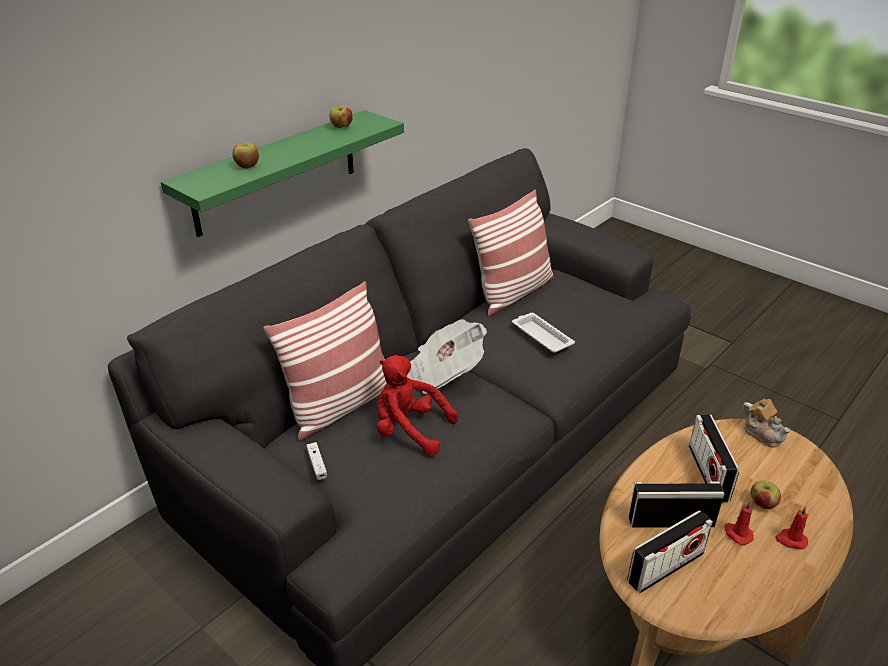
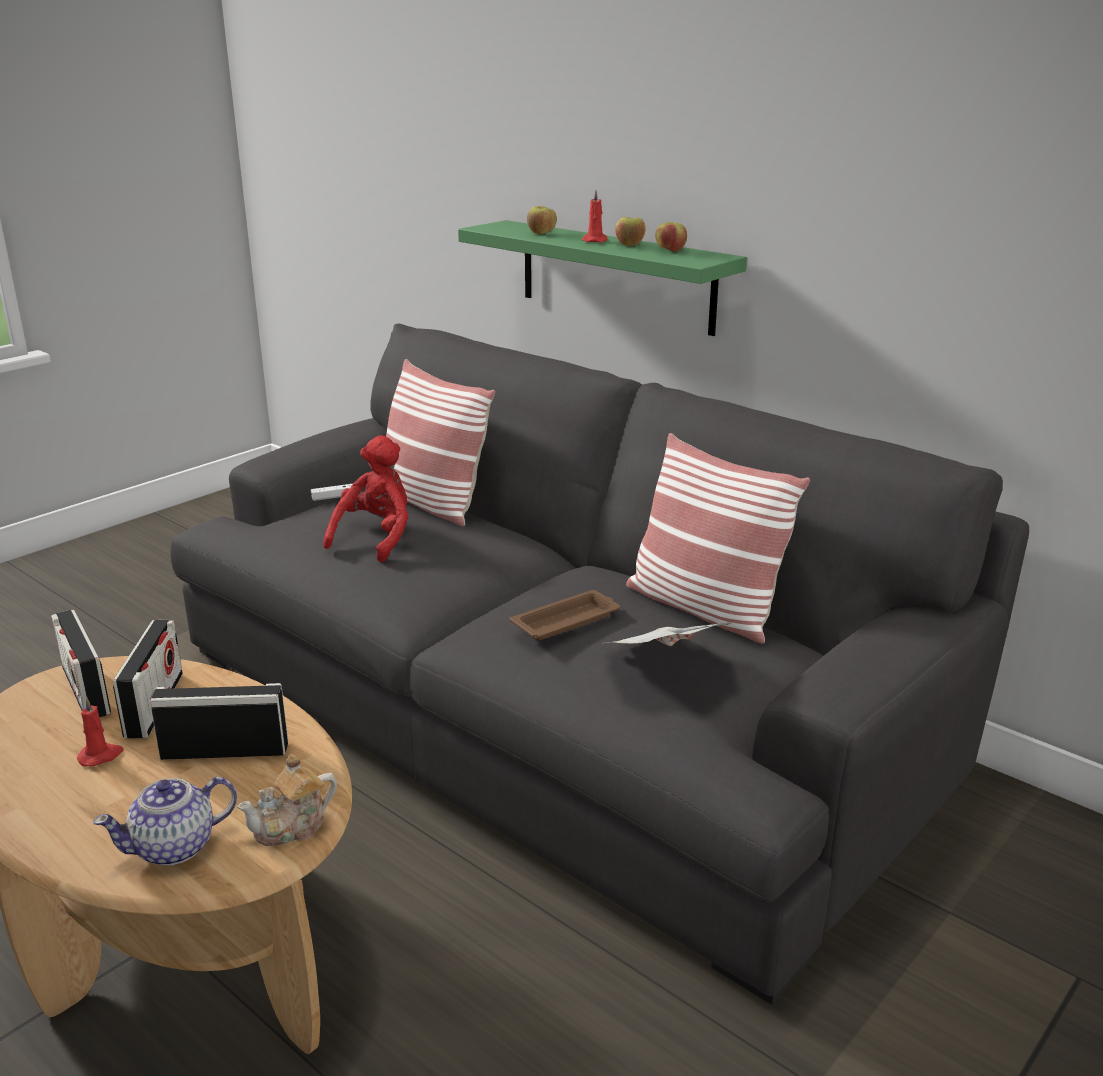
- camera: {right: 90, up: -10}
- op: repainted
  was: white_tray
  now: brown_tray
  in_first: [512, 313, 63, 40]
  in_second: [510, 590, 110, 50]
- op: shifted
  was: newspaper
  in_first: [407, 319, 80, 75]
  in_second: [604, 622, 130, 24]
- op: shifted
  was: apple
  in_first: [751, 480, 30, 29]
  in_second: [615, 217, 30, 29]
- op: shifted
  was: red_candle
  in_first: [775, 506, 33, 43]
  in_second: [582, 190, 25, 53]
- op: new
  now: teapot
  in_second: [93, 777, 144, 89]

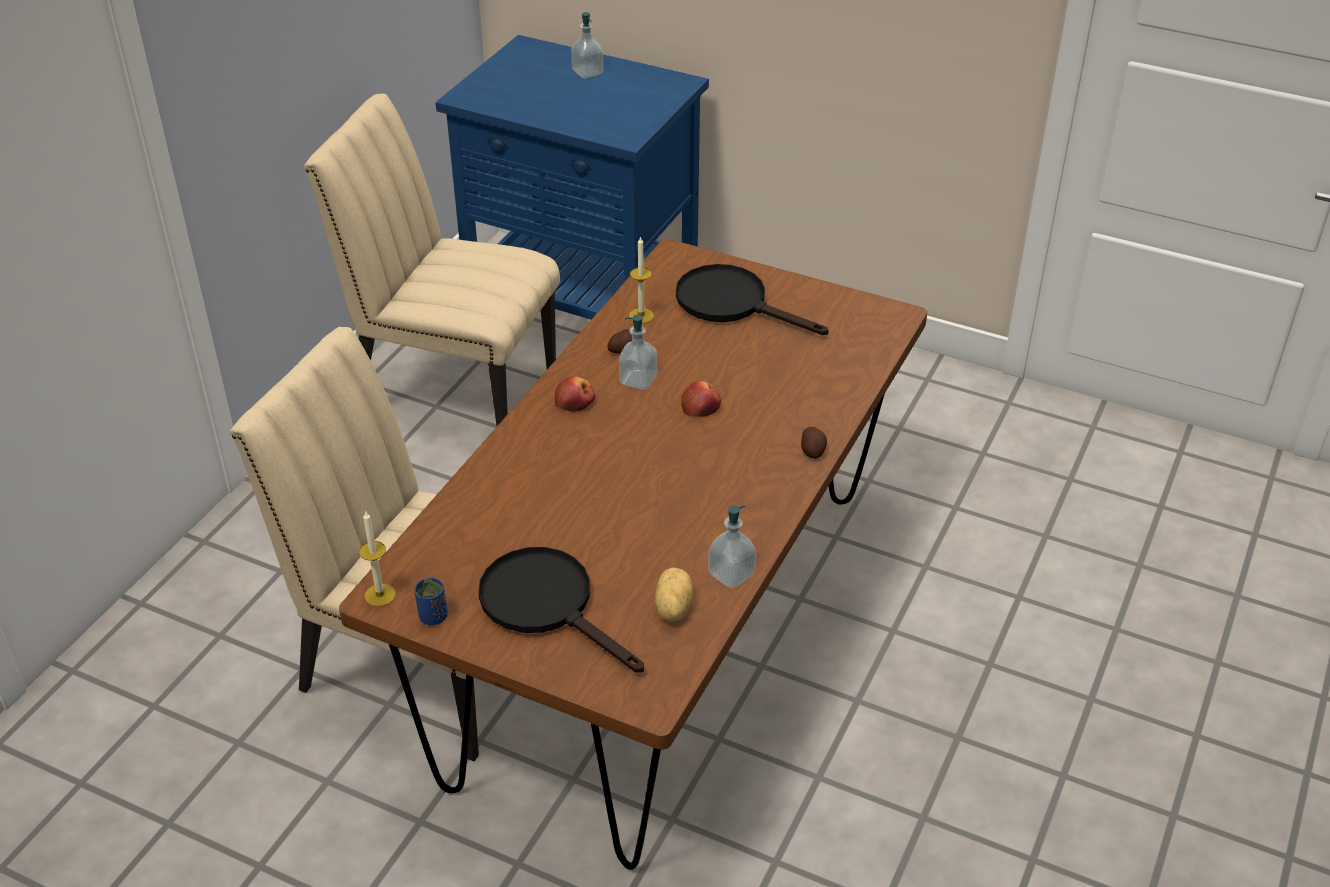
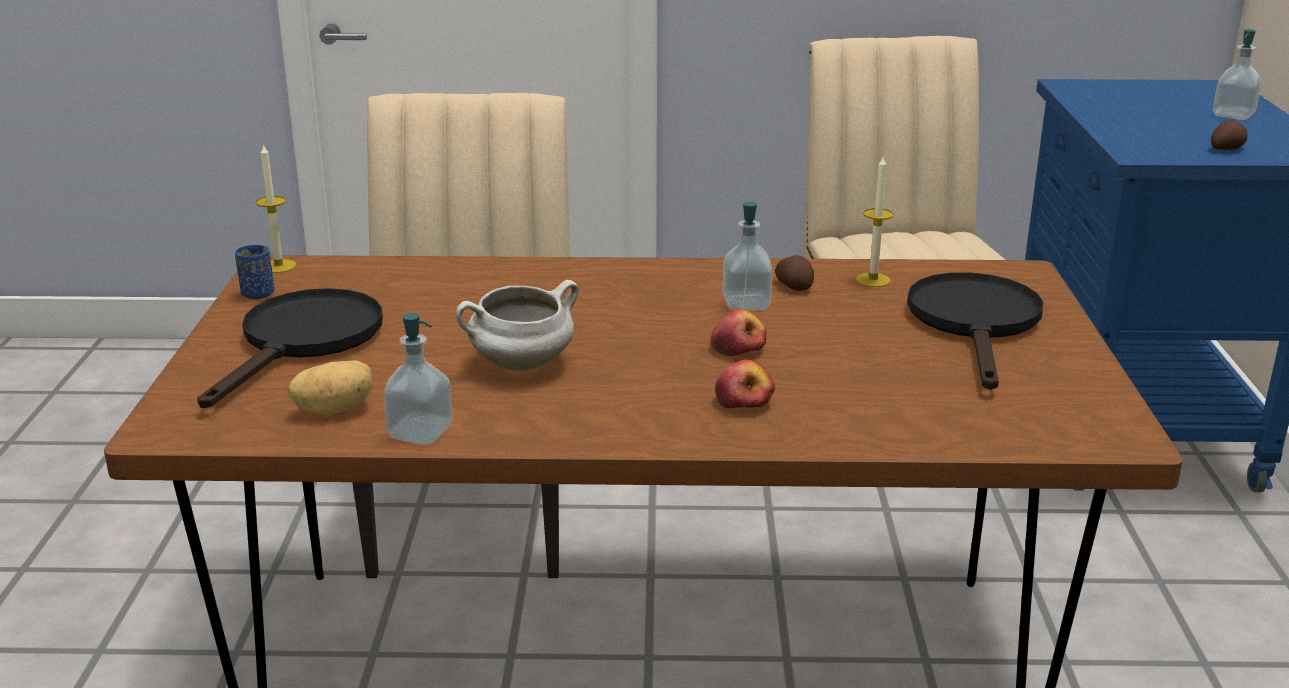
- camera: {right: 65, up: -15}
- op: shifted
  was: apple
  in_first: [555, 376, 40, 36]
  in_second: [715, 360, 60, 48]
- op: shifted
  was: potato
  in_first: [801, 427, 26, 32]
  in_second: [1211, 120, 37, 30]
- op: new
  now: white_cooking_pot
  in_second: [456, 280, 123, 91]

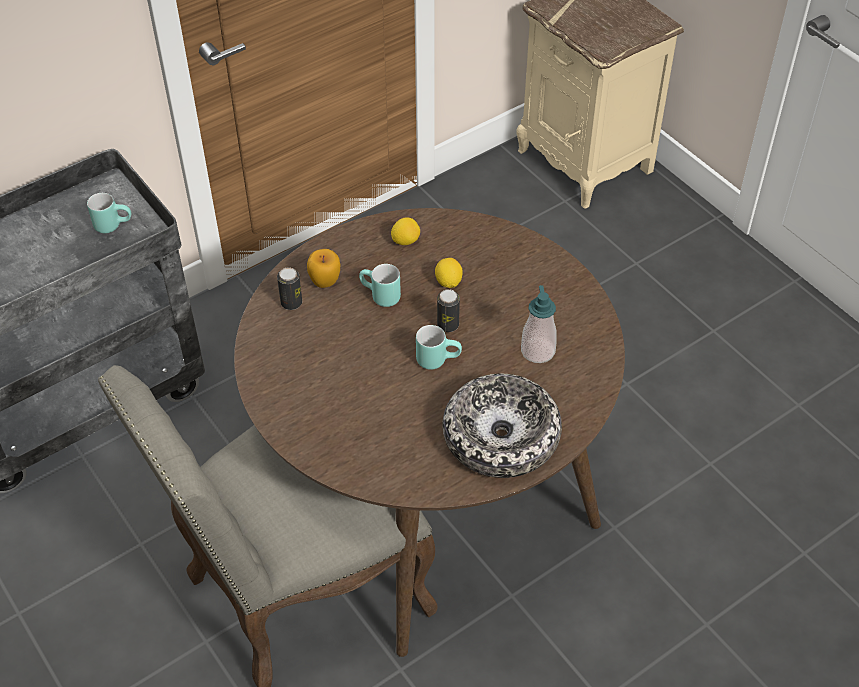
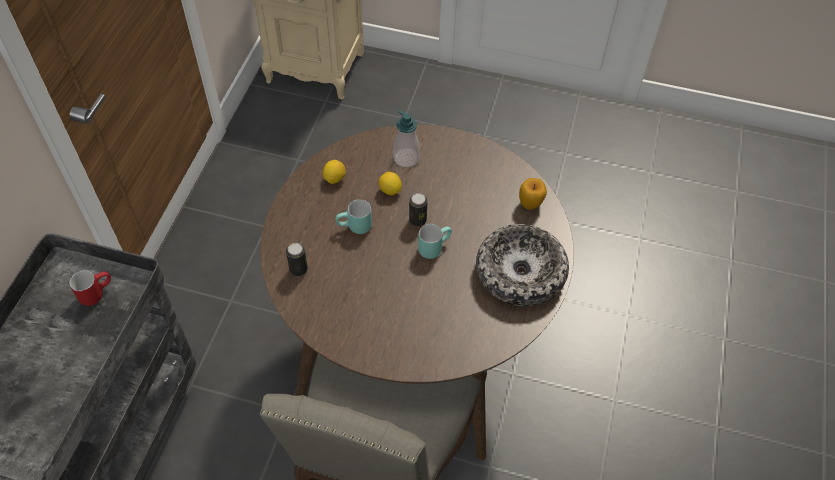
- camera: {right: -40, up: 5}
- op: repainted
  was: turquoise_mug
  now: red_mug
  in_first: [87, 193, 44, 40]
  in_second: [70, 270, 41, 36]
- op: shifted
  was: apple
  in_first: [307, 249, 33, 39]
  in_second: [519, 178, 28, 32]
- op: shifted
  was: soap_dispenser
  in_first: [521, 285, 36, 78]
  in_second: [393, 110, 27, 57]

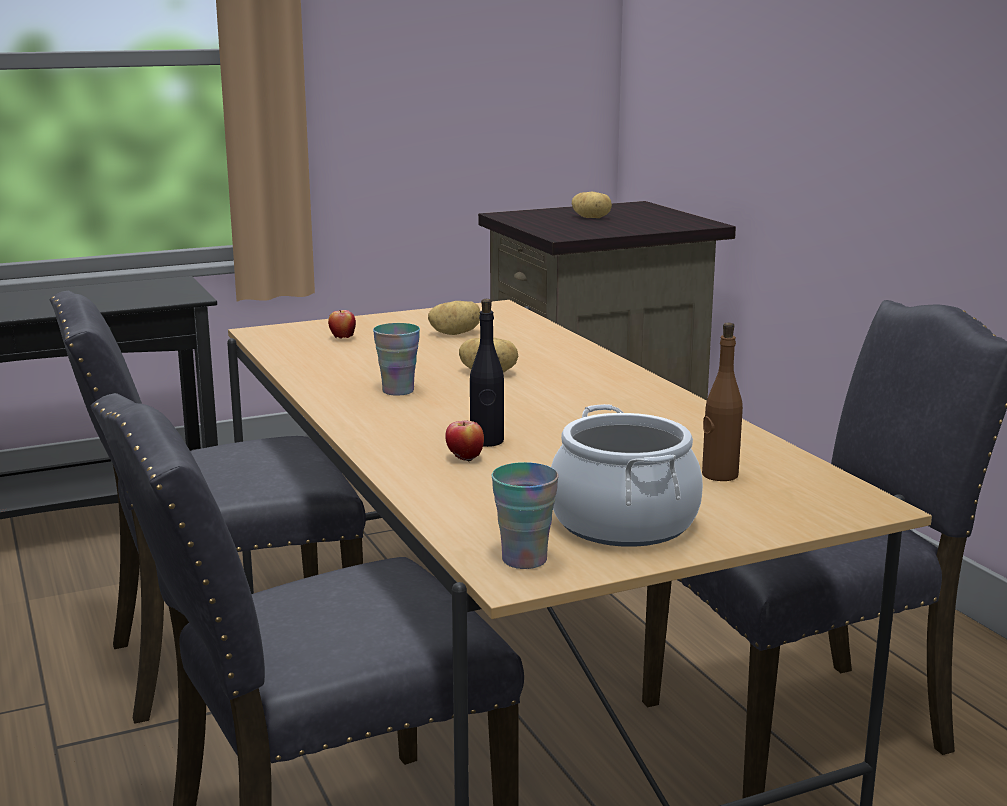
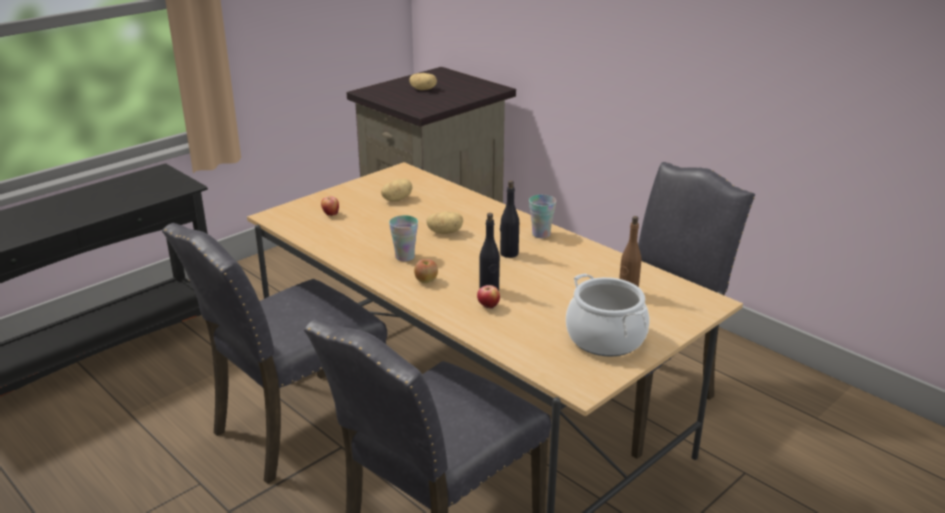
- camera: {right: -20, up: 10}
- op: shifted
  was: cup
  in_first: [492, 462, 67, 107]
  in_second: [529, 195, 27, 43]
- op: new
  now: black_bottle
  in_second: [500, 181, 19, 77]
- op: new
  now: apple
  in_second: [414, 259, 24, 24]

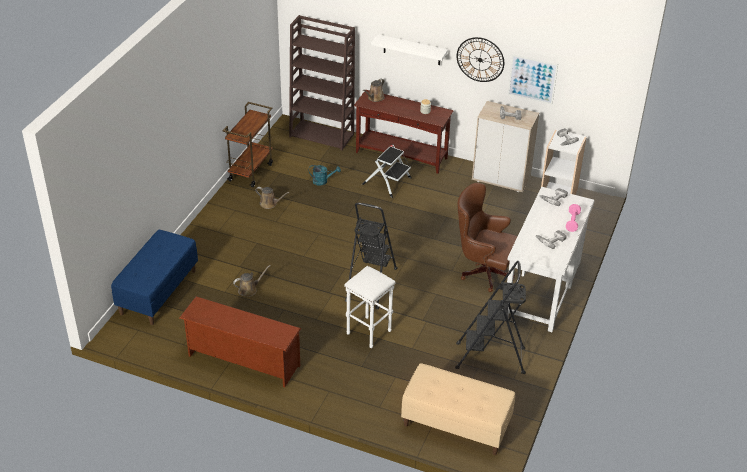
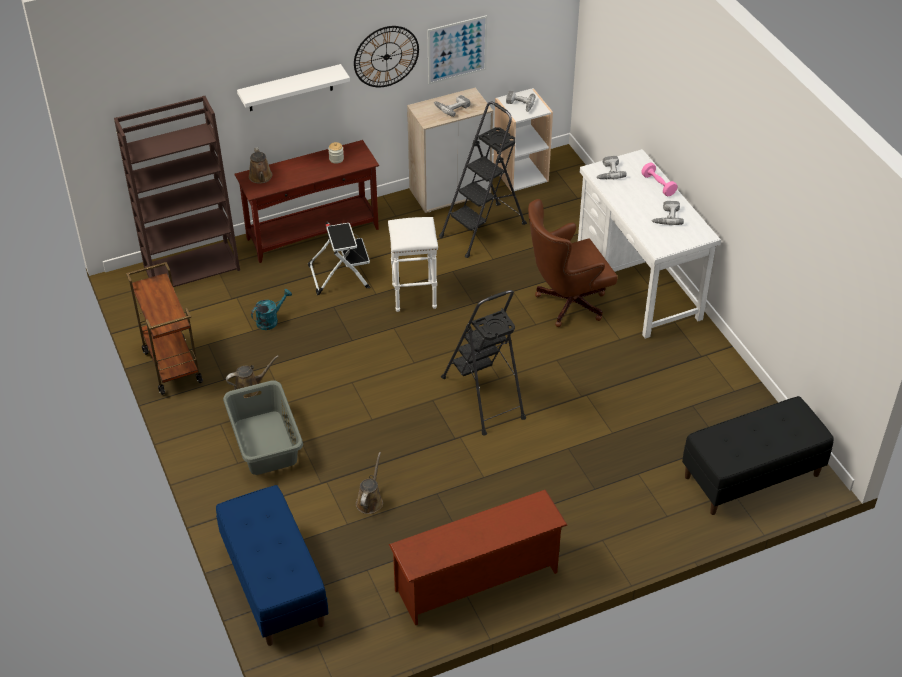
- camera: {right: -45, up: 5}
- op: shifted
  was: step_ladder
  in_first: [455, 261, 71, 113]
  in_second: [439, 102, 88, 156]
- op: shifted
  was: white_stool
  in_first: [344, 266, 52, 82]
  in_second: [388, 217, 50, 95]
- op: repainted
  was: beige_bench
  now: black_bench
  in_first: [401, 363, 114, 92]
  in_second: [682, 396, 152, 119]
- op: new
  now: grey_laundry_basket
  in_second: [223, 380, 80, 95]

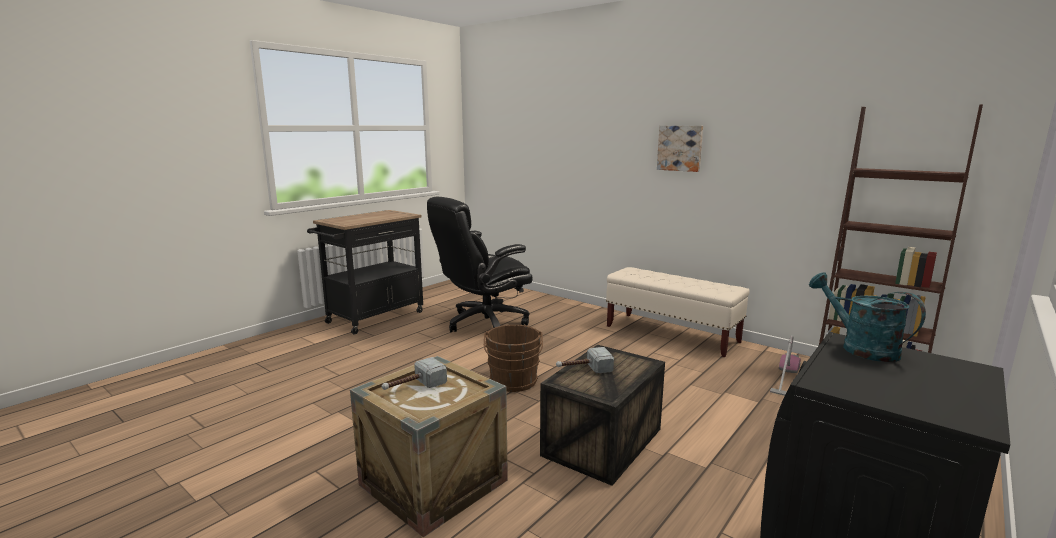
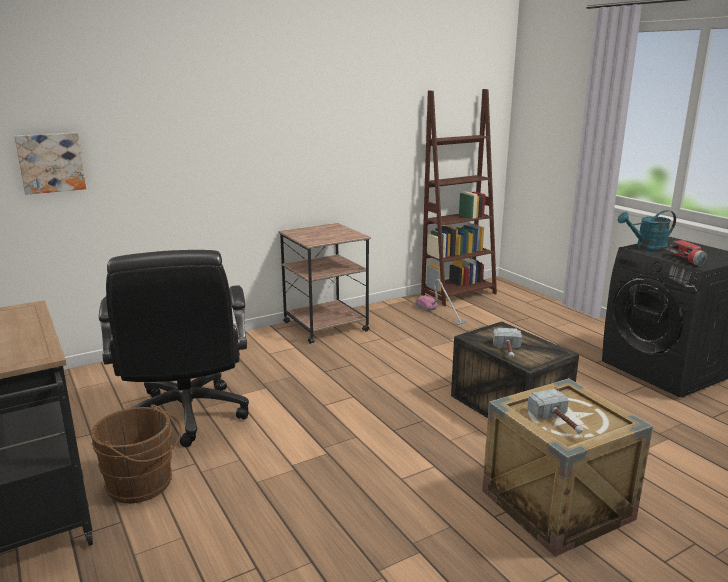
- camera: {right: -70, up: 5}
- op: shifted
  was: picture
  in_first: [657, 126, 46, 46]
  in_second: [14, 133, 72, 62]
- op: swapped
  was: beige_bench
  now: brown_cart
  in_first: [606, 267, 144, 90]
  in_second: [278, 223, 93, 121]
- op: shifted
  was: brown_bucket
  in_first: [484, 325, 59, 67]
  in_second: [91, 404, 91, 99]
- op: new
  now: flashlight
  in_second: [665, 240, 42, 26]

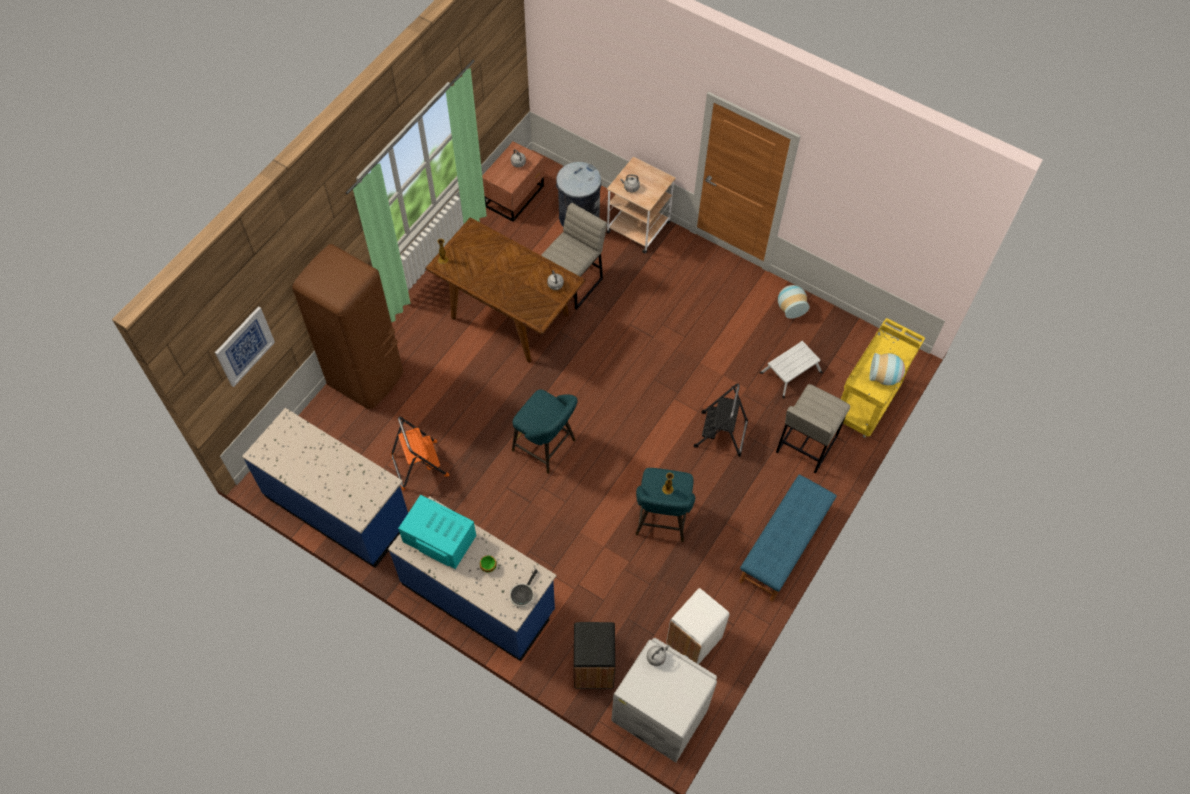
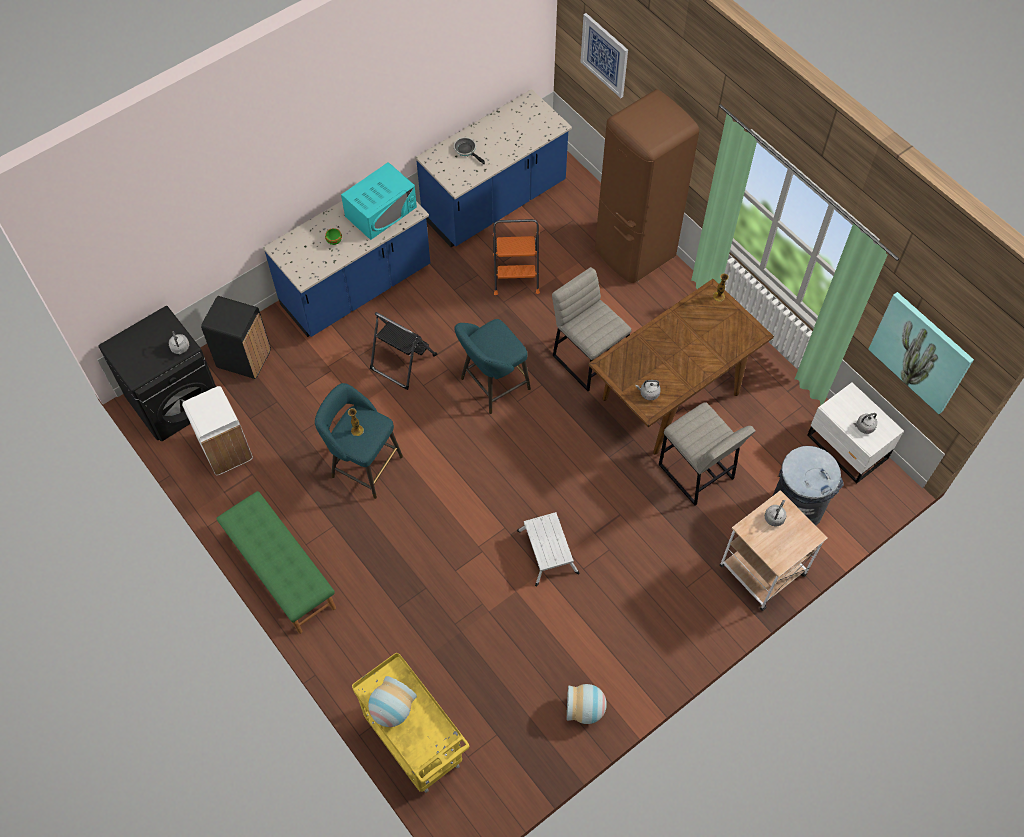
- camera: {right: 110, up: 0}
- op: repainted
  was: brown_nightstand
  now: white_nightstand
  in_first: [482, 141, 63, 81]
  in_second: [807, 382, 97, 102]
- op: shifted
  was: white_step_ladder
  in_first: [760, 341, 62, 58]
  in_second: [517, 512, 63, 74]
- op: shifted
  was: black_step_ladder
  in_first: [694, 383, 54, 74]
  in_second: [370, 312, 67, 78]
- op: shifted
  was: grey_chair
  in_first: [776, 384, 74, 90]
  in_second: [552, 267, 79, 124]
- op: repainted
  was: blue_bench
  now: green_bench
  in_first: [739, 474, 98, 127]
  in_second: [216, 491, 120, 143]
- op: shifted
  was: frying_pan
  in_first: [510, 569, 28, 38]
  in_second: [454, 137, 31, 28]
- op: repainted
  was: white_washing_machine
  now: black_washing_machine
  in_first: [611, 638, 106, 125]
  in_second: [99, 306, 117, 135]
- op: new
  now: picture
  in_second: [868, 292, 106, 122]

